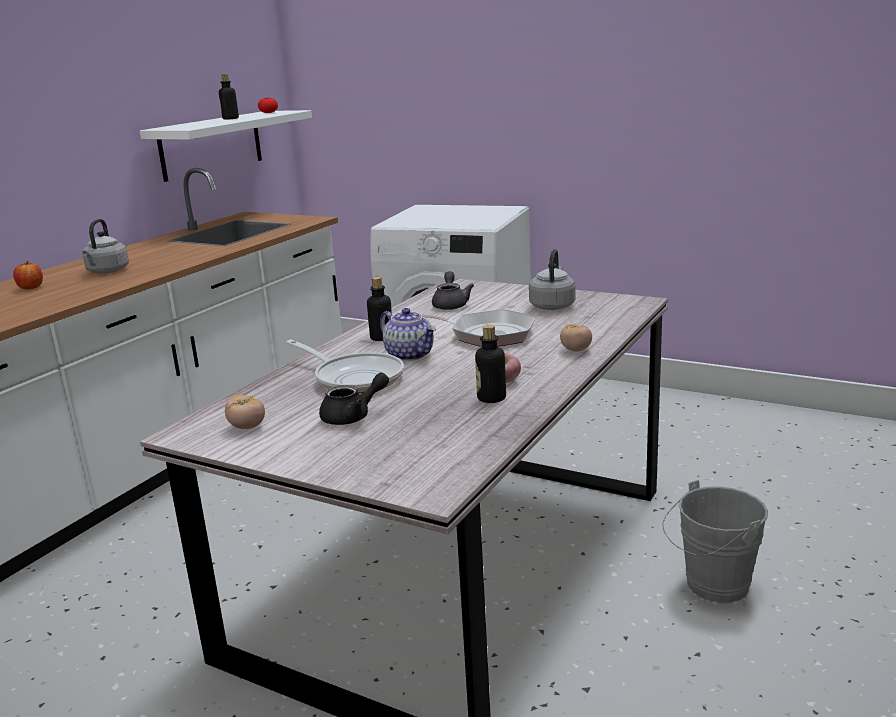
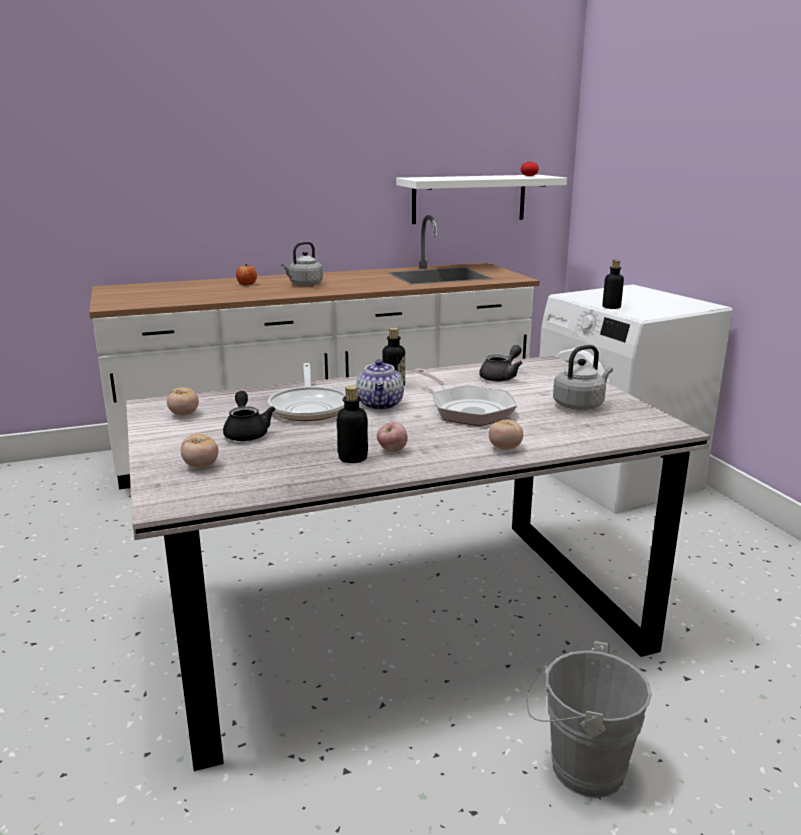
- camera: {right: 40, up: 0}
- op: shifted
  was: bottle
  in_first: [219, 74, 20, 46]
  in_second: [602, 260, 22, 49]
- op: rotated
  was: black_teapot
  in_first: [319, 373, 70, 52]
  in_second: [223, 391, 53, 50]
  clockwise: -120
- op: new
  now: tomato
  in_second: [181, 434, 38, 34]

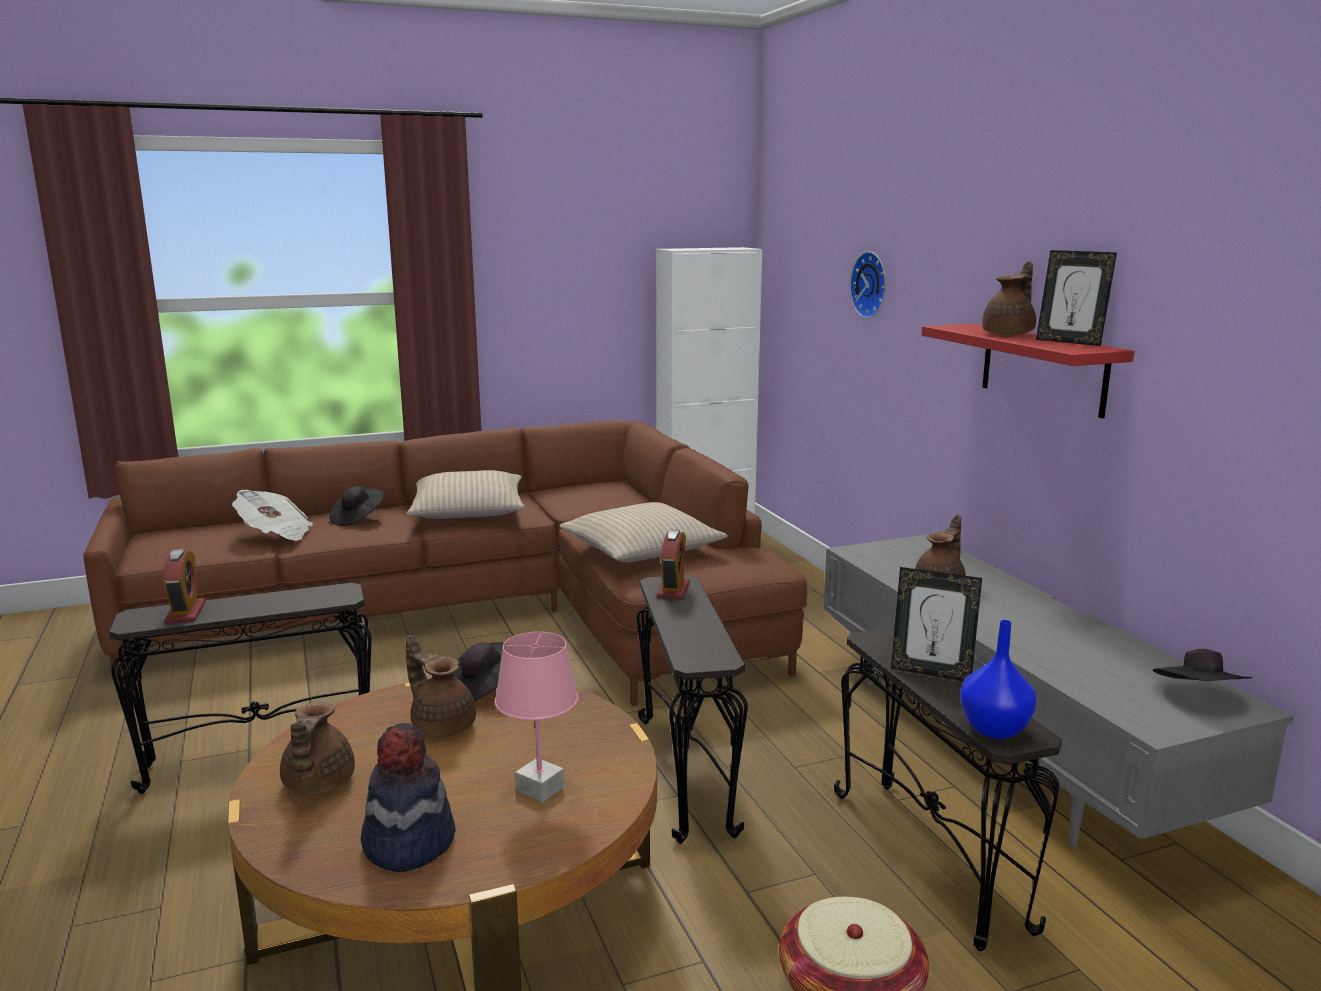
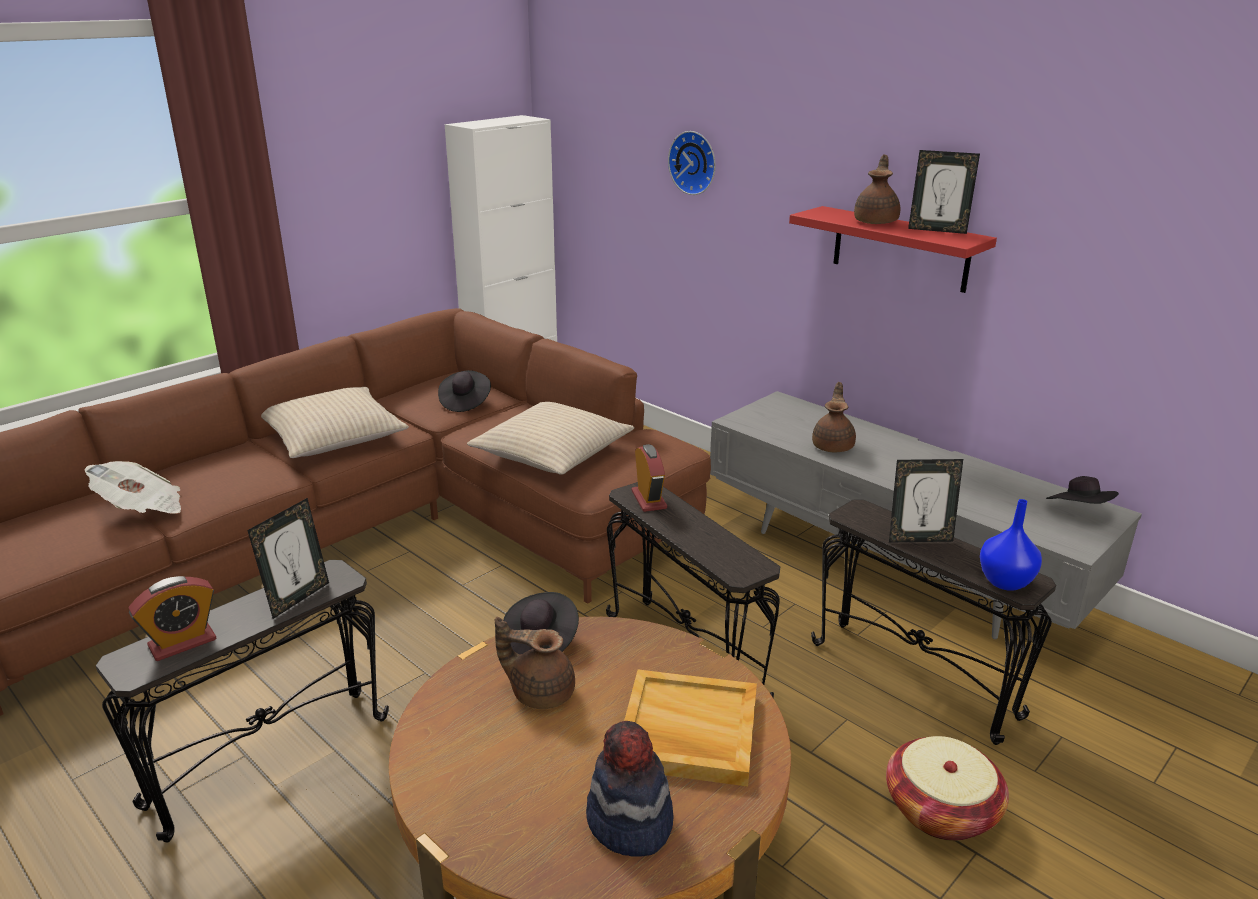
- camera: {right: -25, up: 10}
- op: shifted
  was: black_hat
  in_first: [329, 486, 55, 40]
  in_second: [438, 370, 53, 42]
- op: rotated
  was: alarm_clock
  in_first: [163, 549, 43, 75]
  in_second: [129, 576, 87, 85]
  clockwise: 90
- op: swapped
  was: pink_table_lamp
  now: beige_tray
  in_first: [495, 632, 84, 170]
  in_second: [624, 669, 133, 118]
- op: gone
  was: brown_teapot
  in_first: [280, 702, 75, 92]
- op: new
  now: picture_frame
  in_second: [247, 498, 82, 121]

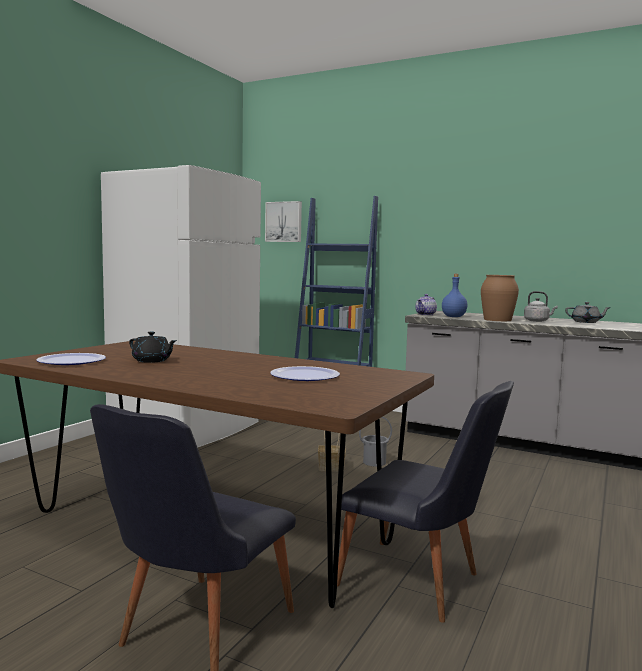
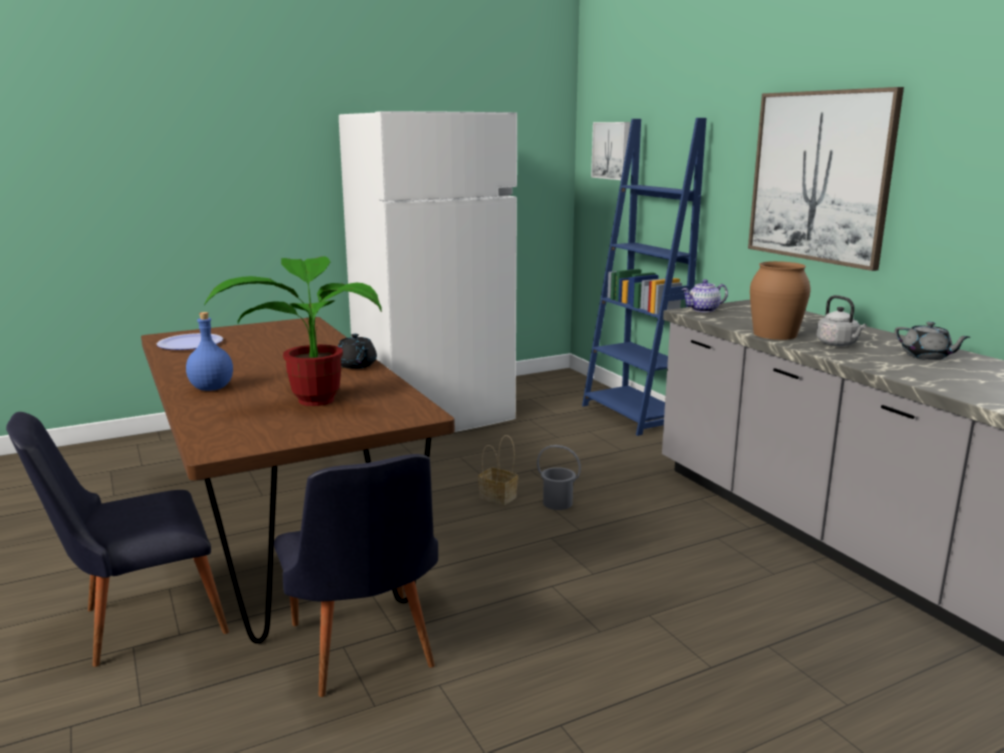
- camera: {right: 35, up: 10}
- op: shifted
  was: blue_bottle
  in_first: [442, 274, 25, 43]
  in_second: [186, 312, 47, 79]
- op: shifted
  was: black_teapot
  in_first: [129, 332, 48, 31]
  in_second: [338, 334, 39, 35]
- op: swapped
  was: plate
  now: potted_plant
  in_first: [270, 366, 70, 15]
  in_second: [204, 256, 178, 150]
- op: new
  now: picture
  in_second: [748, 87, 156, 184]

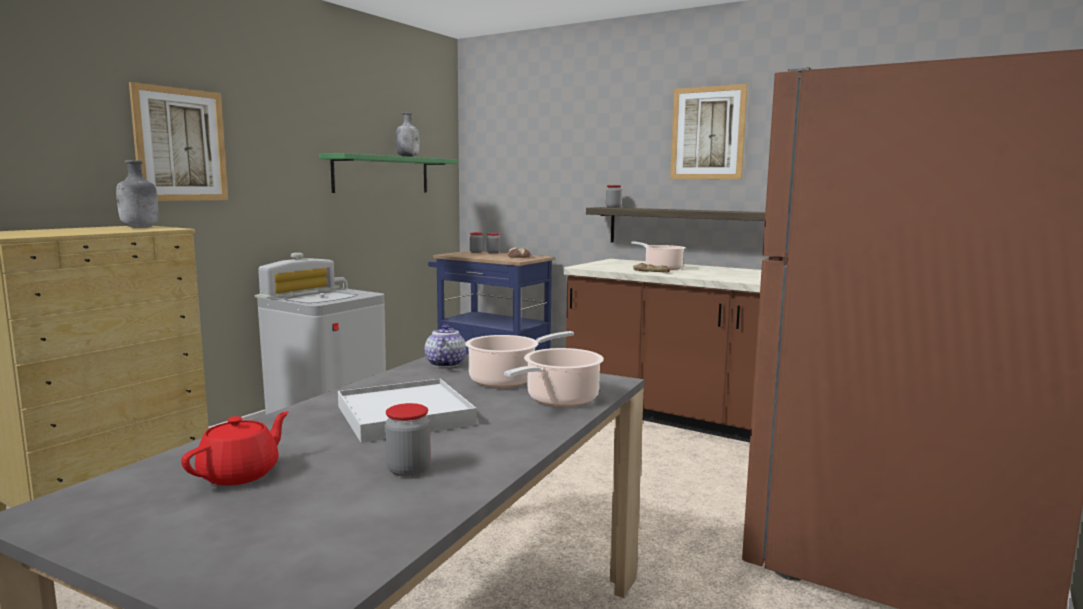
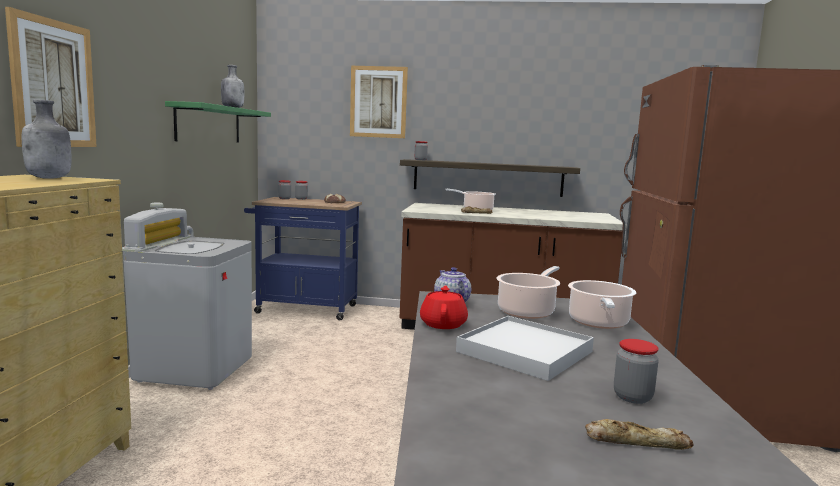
- camera: {right: -25, up: 0}
- op: shifted
  was: picture
  in_first: [670, 84, 78, 95]
  in_second: [350, 66, 58, 72]
- op: shifted
  was: red_teapot
  in_first: [181, 411, 108, 75]
  in_second: [420, 286, 48, 43]
- op: new
  now: bread
  in_second: [585, 419, 108, 31]

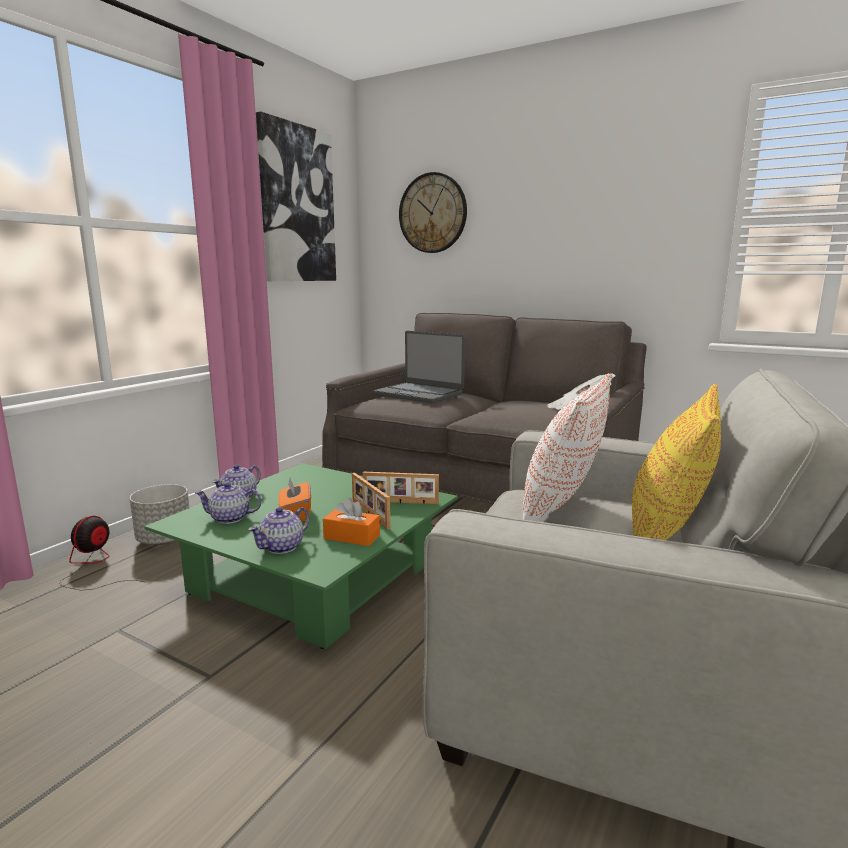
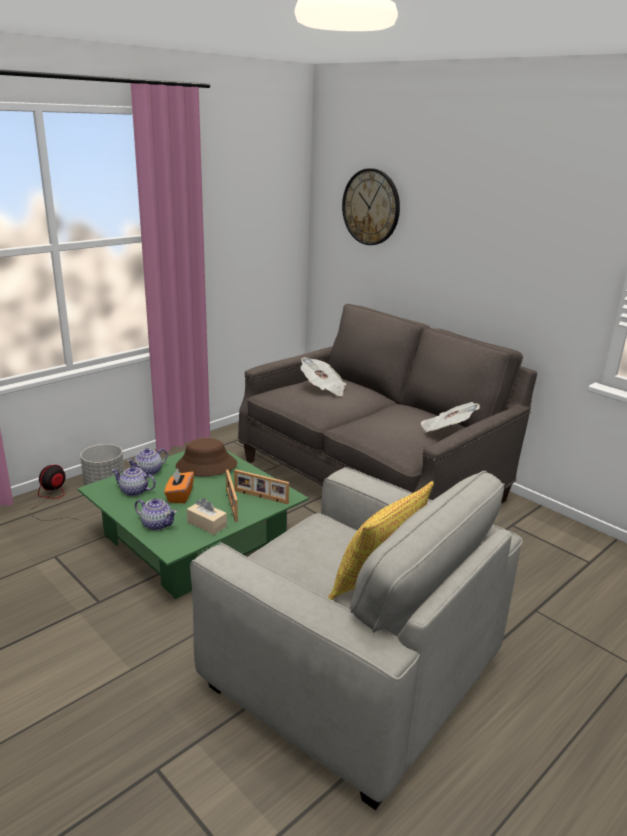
- camera: {right: 15, up: 10}
- op: gone
  was: picture
  in_first: [256, 111, 80, 170]
- op: swapped
  was: laptop
  now: newspaper
  in_first: [373, 331, 92, 72]
  in_second: [300, 357, 46, 39]
- op: gone
  was: white_pillow
  in_first: [523, 373, 88, 148]
- op: repainted
  was: orange_tissue_box
  now: beige_tissue_box
  in_first: [323, 497, 57, 49]
  in_second: [187, 498, 40, 37]
- op: rotated
  was: teapot
  in_first: [248, 507, 62, 47]
  in_second: [135, 499, 42, 32]
  clockwise: -120
- op: new
  now: brown_hat
  in_second: [176, 438, 61, 38]

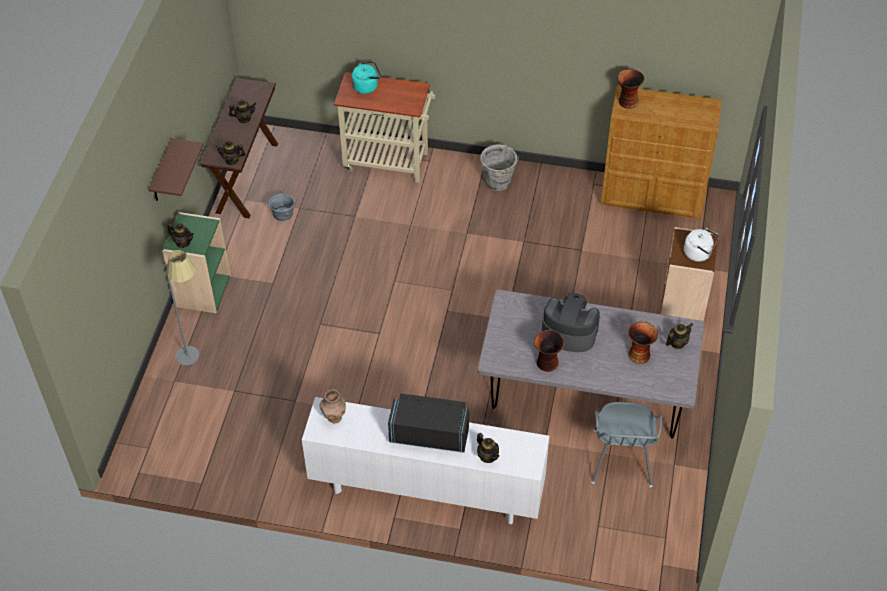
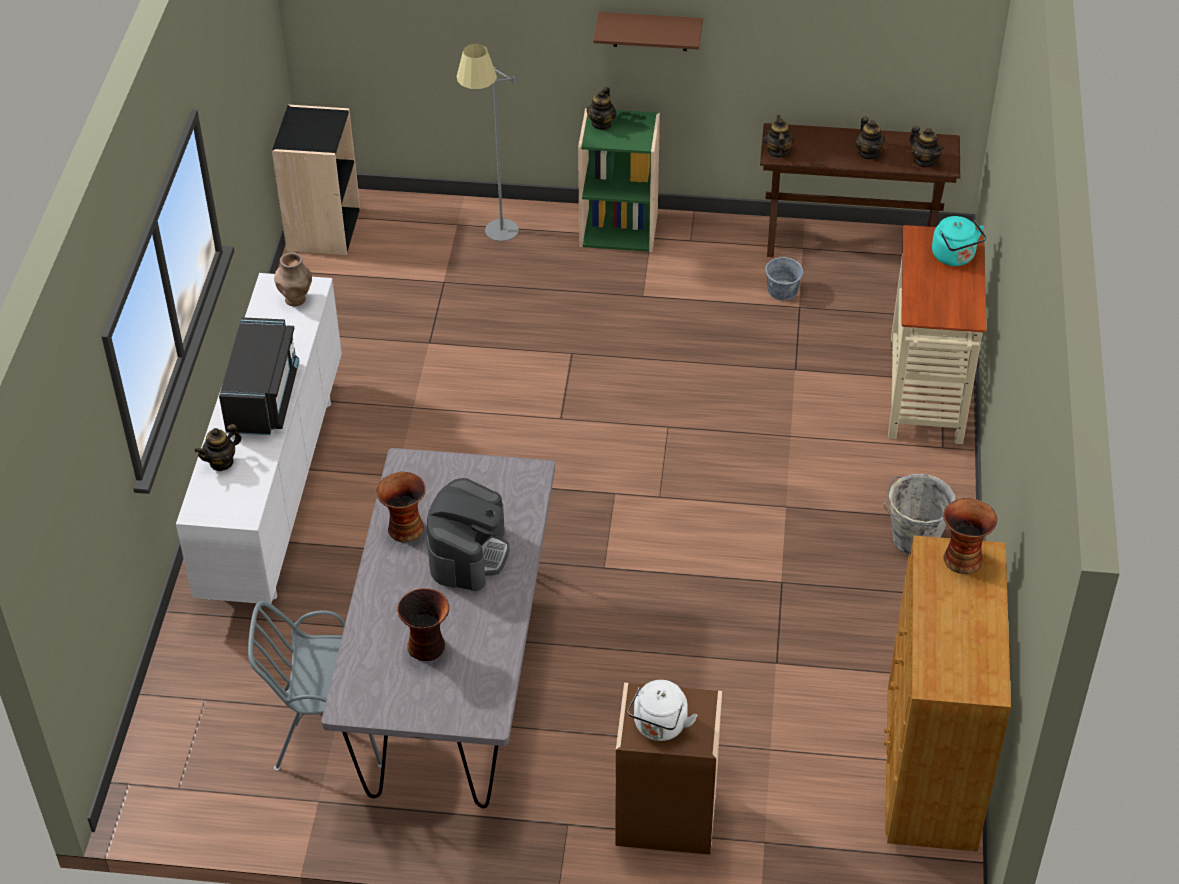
- camera: {right: 85, up: -5}
- op: shifted
  was: teapot
  in_first: [666, 323, 27, 26]
  in_second: [909, 126, 35, 41]
- op: new
  now: black_bookcase
  in_second: [272, 105, 88, 150]

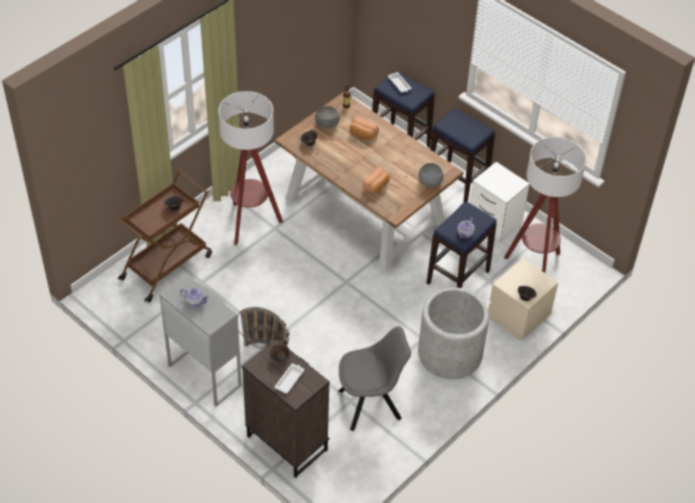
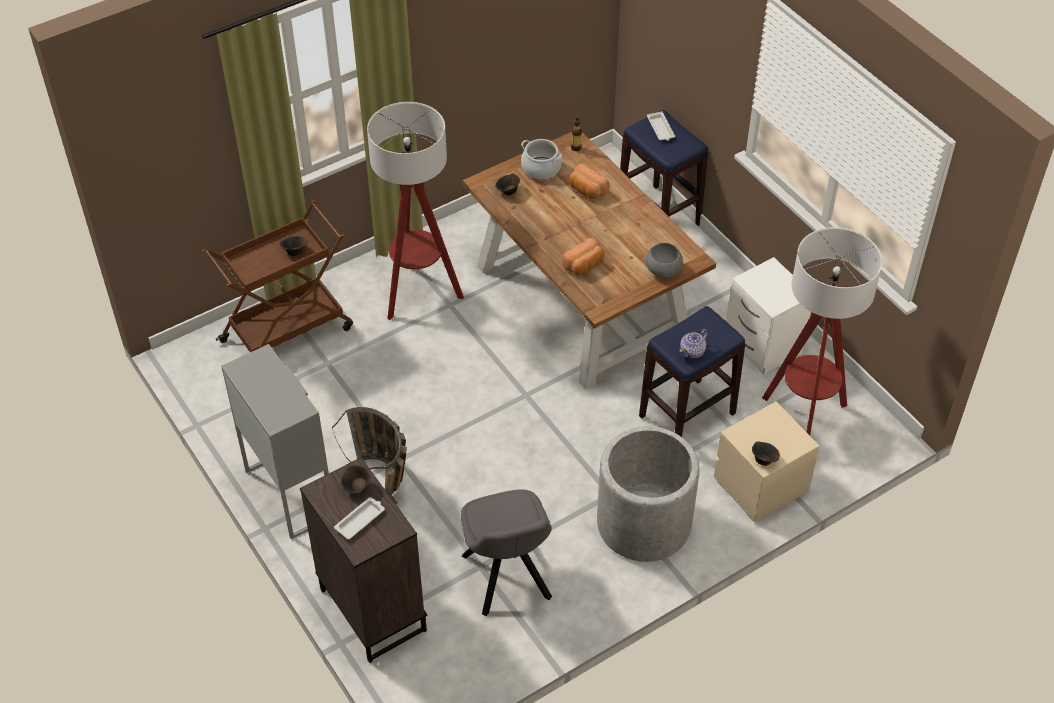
- camera: {right: 15, up: 0}
- op: swapped
  was: grey_bowl
  now: cooking_pot
  in_first: [315, 106, 25, 23]
  in_second: [521, 139, 41, 41]
- op: gone
  was: stool
  in_first: [430, 108, 65, 94]
- op: gone
  was: teapot
  in_first: [180, 288, 29, 19]
- op: rotated
  was: grey_chair
  in_first: [338, 326, 73, 105]
  in_second: [461, 489, 91, 127]
  clockwise: 75

